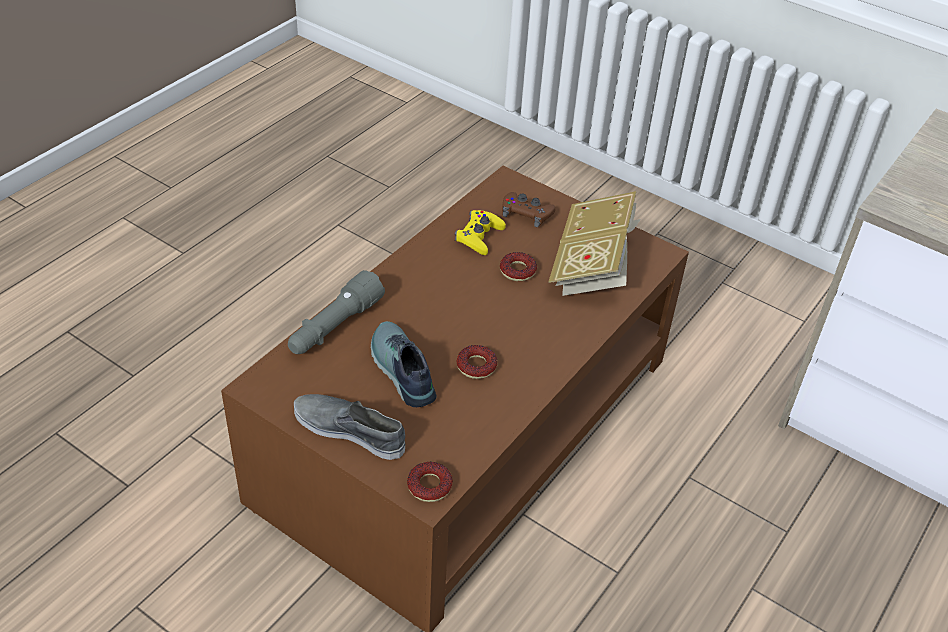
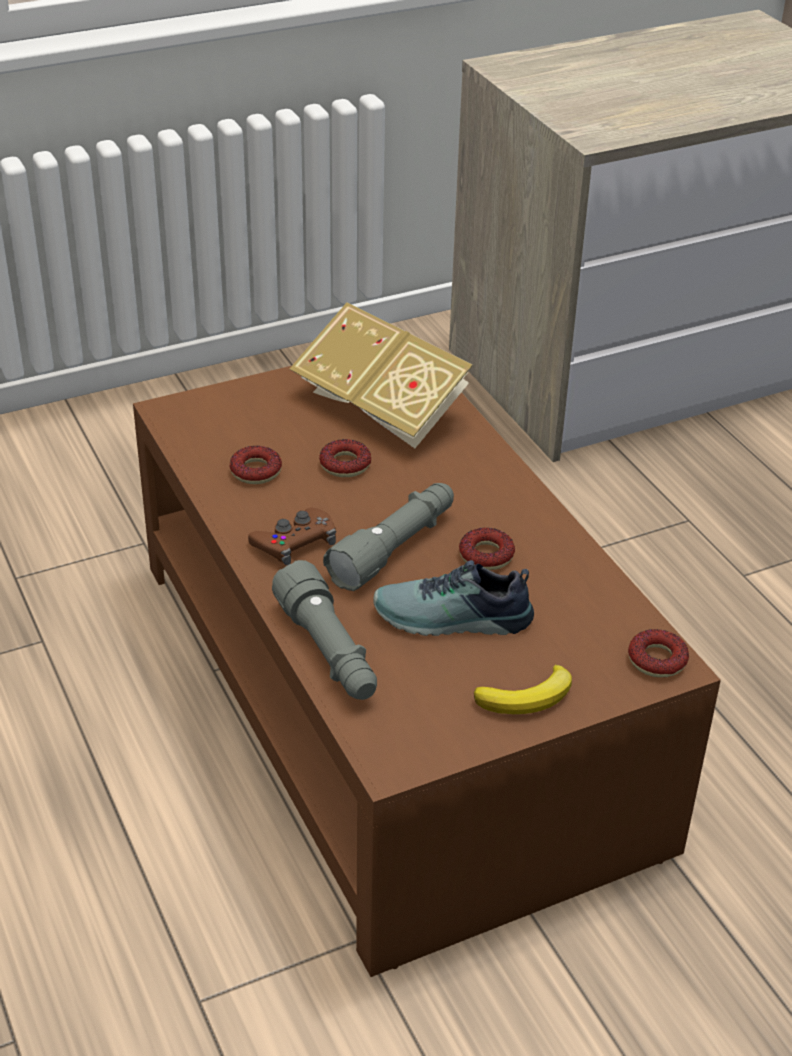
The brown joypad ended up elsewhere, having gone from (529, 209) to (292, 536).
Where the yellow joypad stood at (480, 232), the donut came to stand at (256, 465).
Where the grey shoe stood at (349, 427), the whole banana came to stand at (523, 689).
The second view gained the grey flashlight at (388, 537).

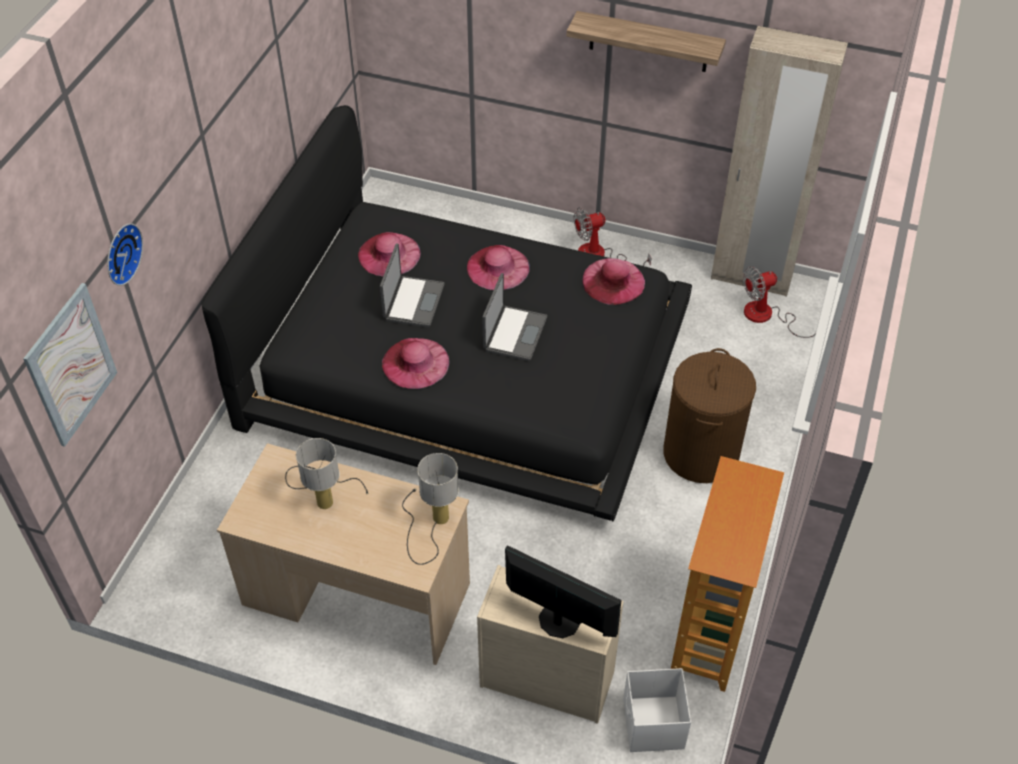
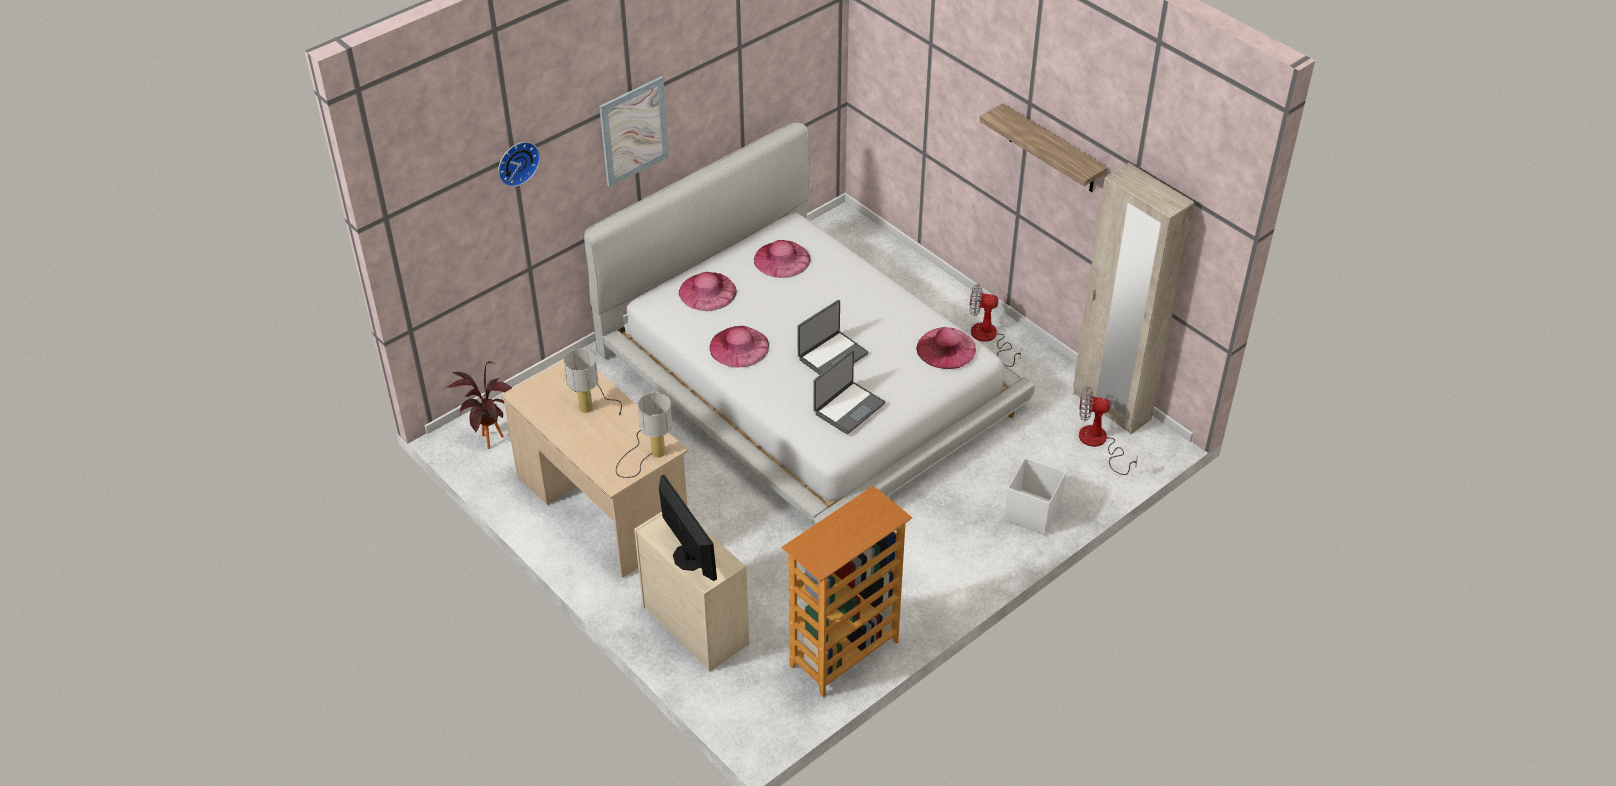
What was the blackish sleeping bed at (446, 313) turned into the white-coloured sleeping bed at (809, 324).
The laptop ended up elsewhere, having gone from (412, 285) to (849, 392).
The pink-coloured hat ended up elsewhere, having gone from (498, 267) to (708, 291).
The picture ended up elsewhere, having gone from (70, 365) to (634, 131).
The second view lost the brown hamper at (710, 415).
The white-coloured storage container ended up elsewhere, having gone from (657, 710) to (1035, 496).
The second view gained the potted plant at (479, 405).

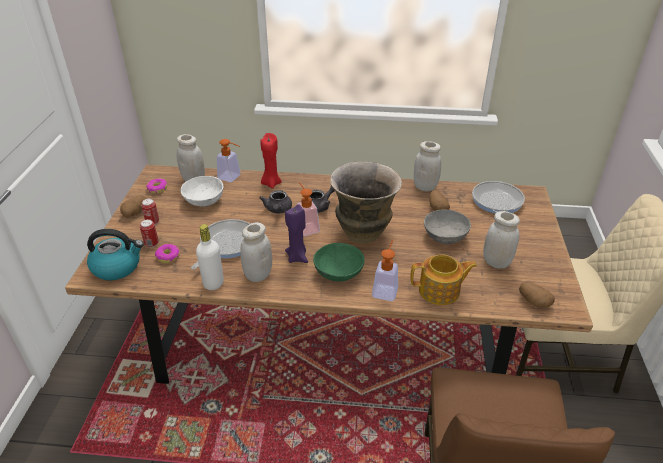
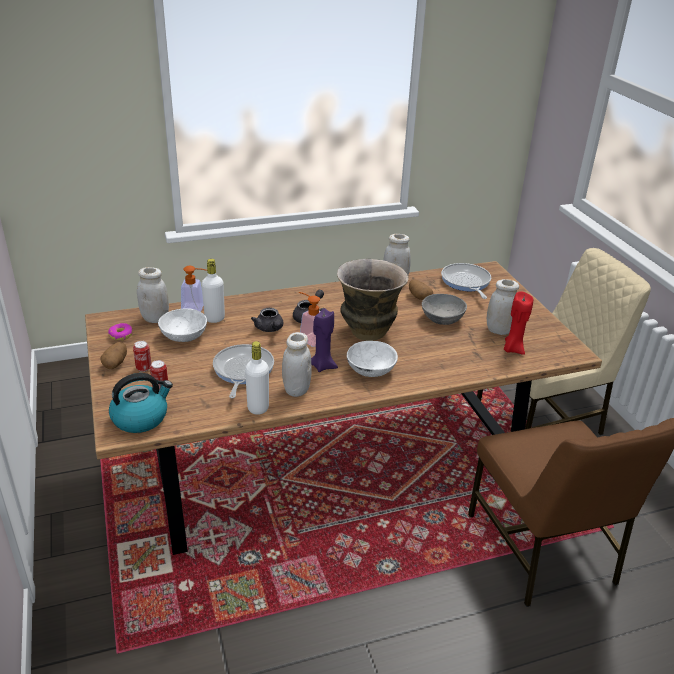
The red-coloured candle ended up elsewhere, having gone from (271, 161) to (518, 323).
The second view lost the liquid soap bottle at (385, 270).
What was the green serving bowl at (339, 262) turned into the white-coloured serving bowl at (372, 359).
The second view lost the donut at (167, 253).
The second view lost the teapot at (443, 279).
The second view lost the spud at (537, 295).
The second view gained the white-coloured beverage bottle at (213, 291).

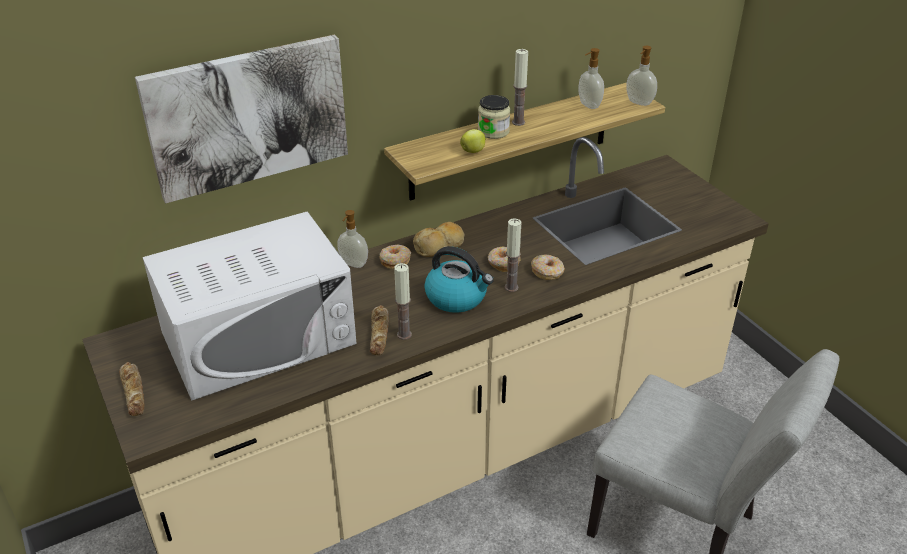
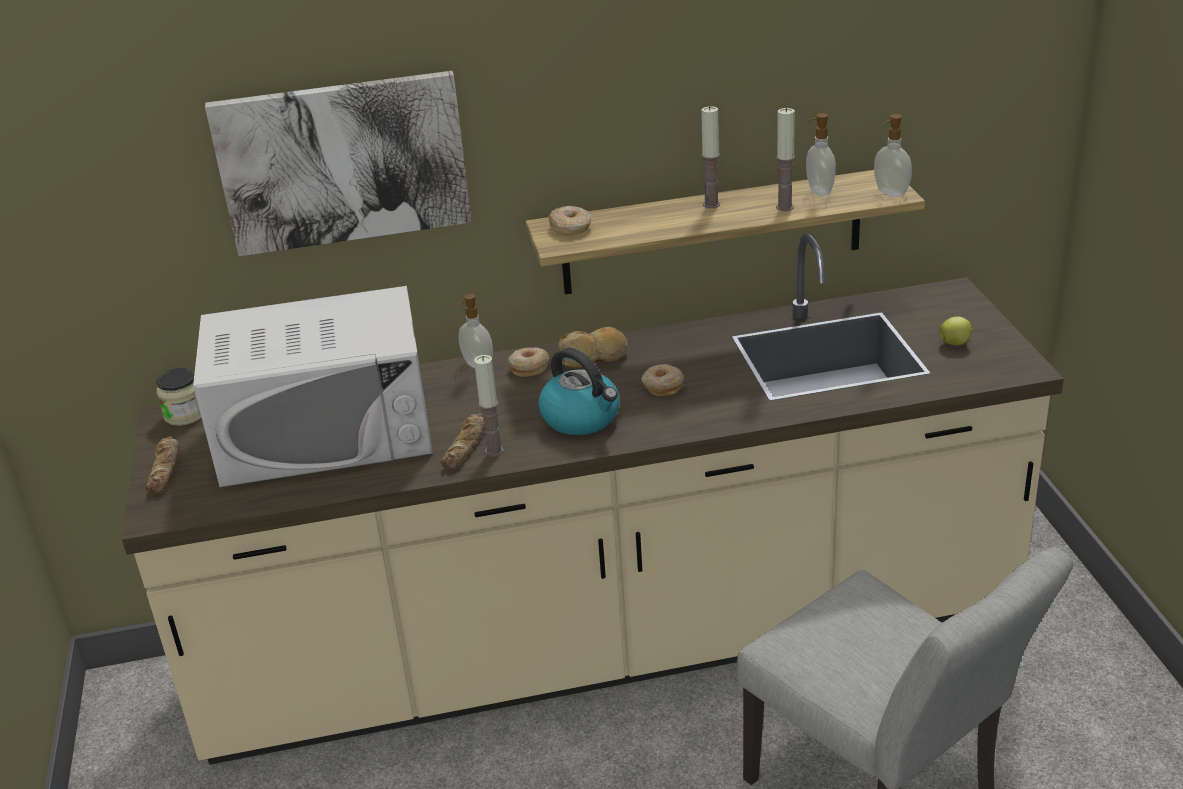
The storage jar ended up elsewhere, having gone from (494, 117) to (179, 397).
The apple ended up elsewhere, having gone from (473, 141) to (956, 331).
The candle ended up elsewhere, having gone from (513, 255) to (785, 159).
The donut ended up elsewhere, having gone from (548, 267) to (569, 220).

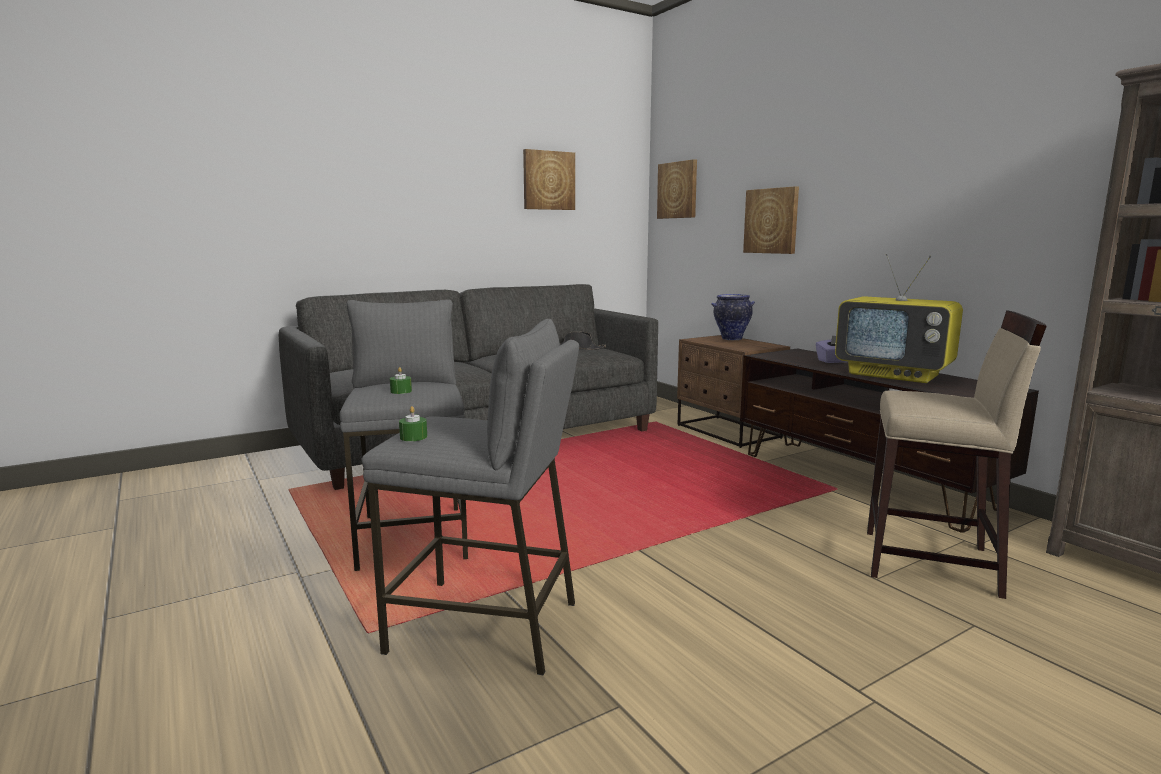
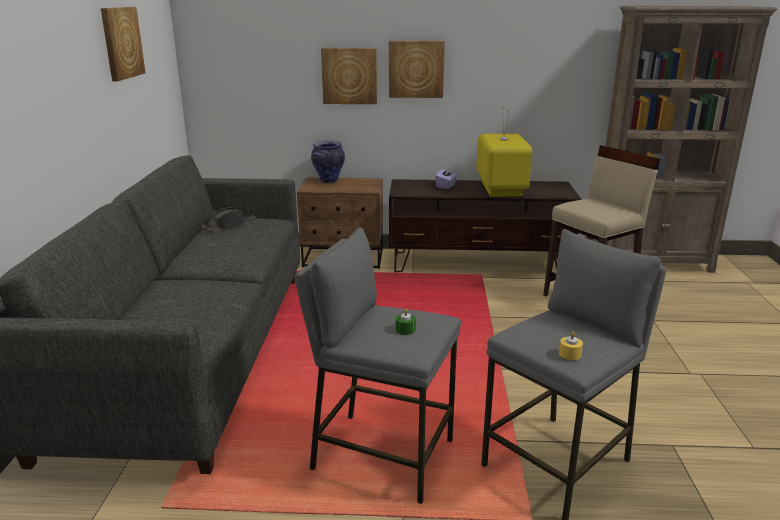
The picture ended up elsewhere, having gone from (677, 189) to (417, 69).
The TV set at (899, 318) ended up facing another way, 75 degrees counterclockwise from before.
What was the green candle at (413, 423) turned into the yellow candle at (571, 346).

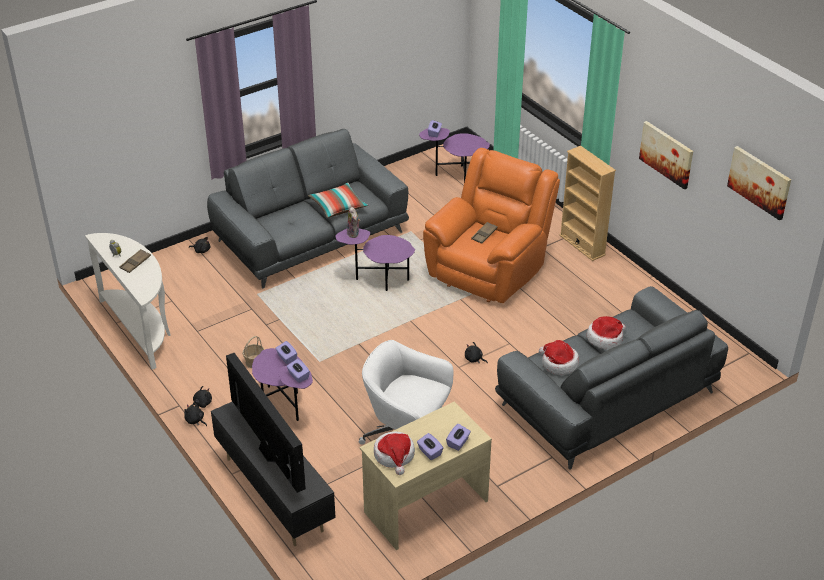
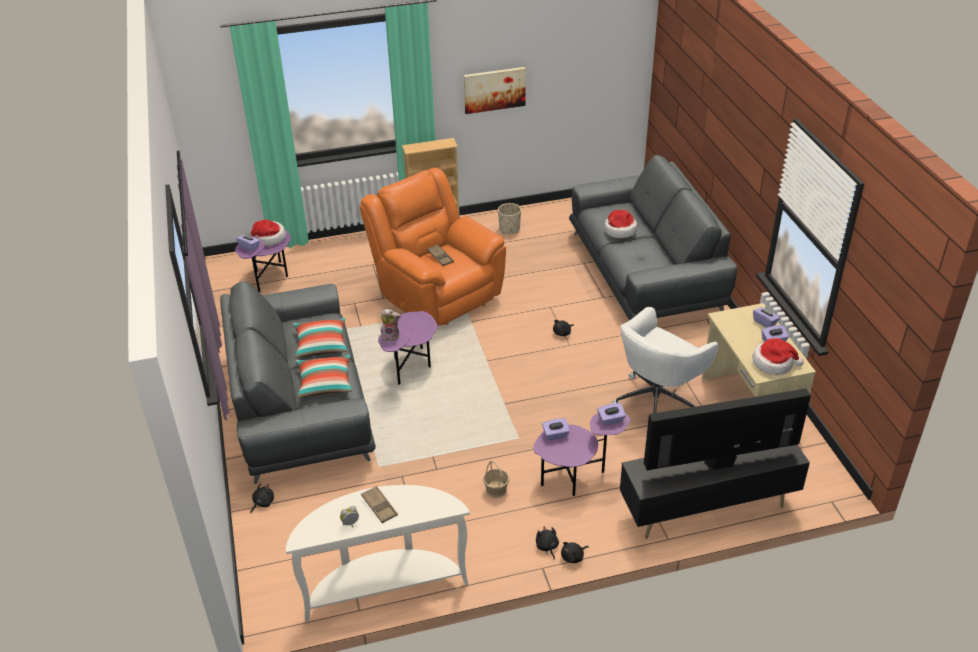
The second view lost the picture at (759, 183).
The hat ended up elsewhere, having gone from (559, 357) to (268, 232).
The second view gained the sand-coloured planter at (509, 218).
The second view gained the cushion at (324, 376).

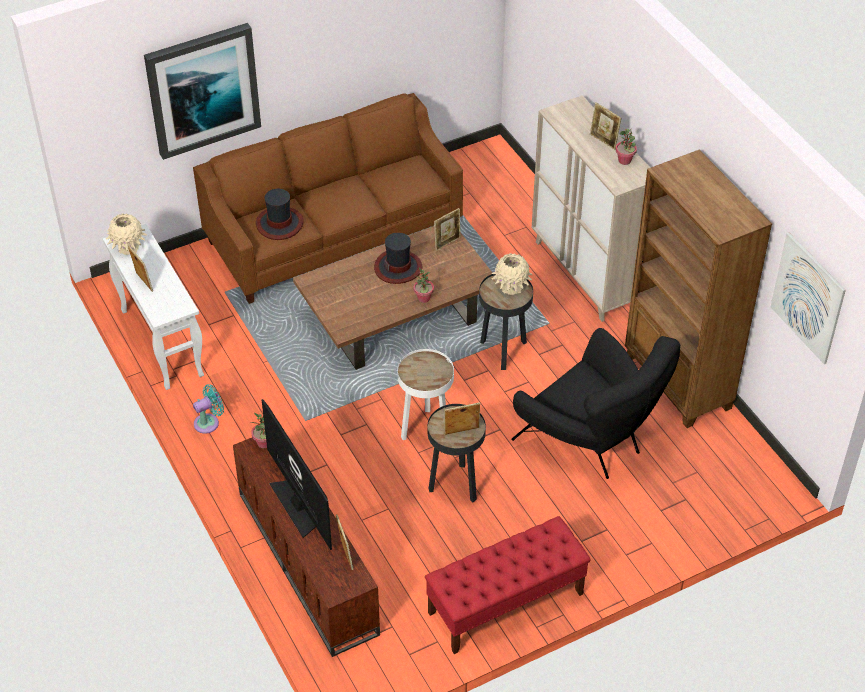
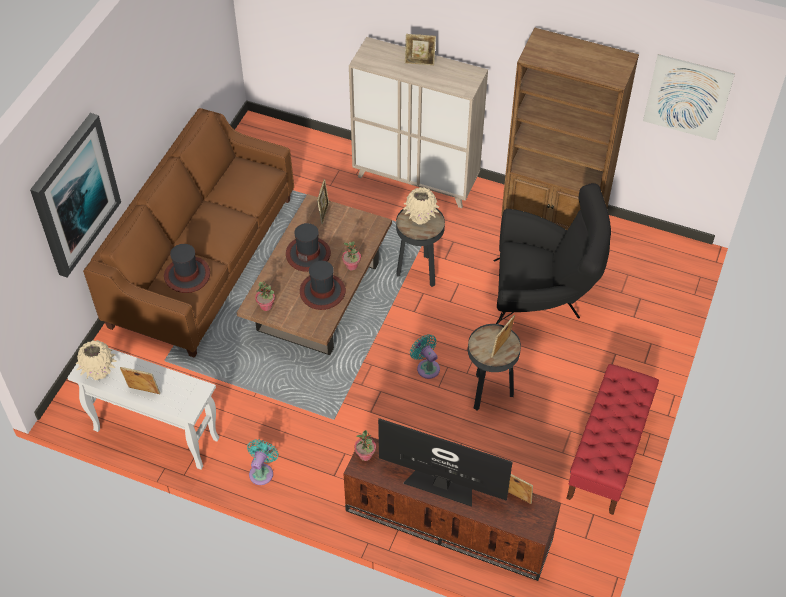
The potted plant ended up elsewhere, having gone from (626, 147) to (265, 296).
Where the white-coloured side table stood at (426, 394), the turquoise-coloured cooling fan came to stand at (425, 356).
The second view gained the hat at (323, 285).

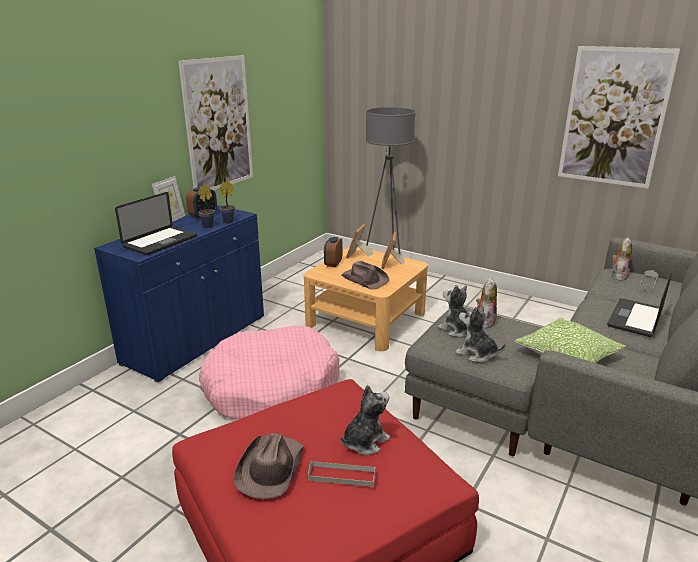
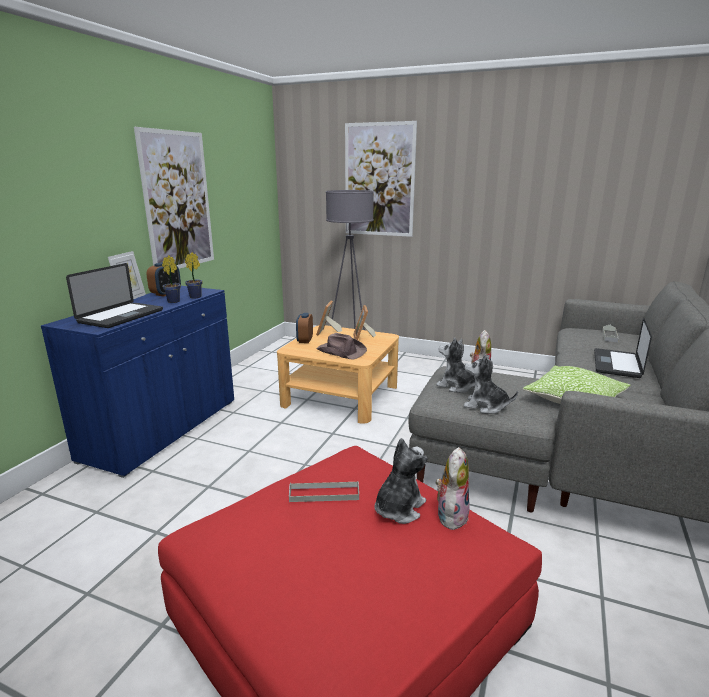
The picture ended up elsewhere, having gone from (619, 117) to (381, 179).
The soft toy ended up elsewhere, having gone from (622, 259) to (453, 489).
The second view lost the pink-coloured dog bed at (269, 372).
The second view lost the brown hat at (269, 466).
The grey tray ended up elsewhere, having gone from (342, 474) to (324, 491).

